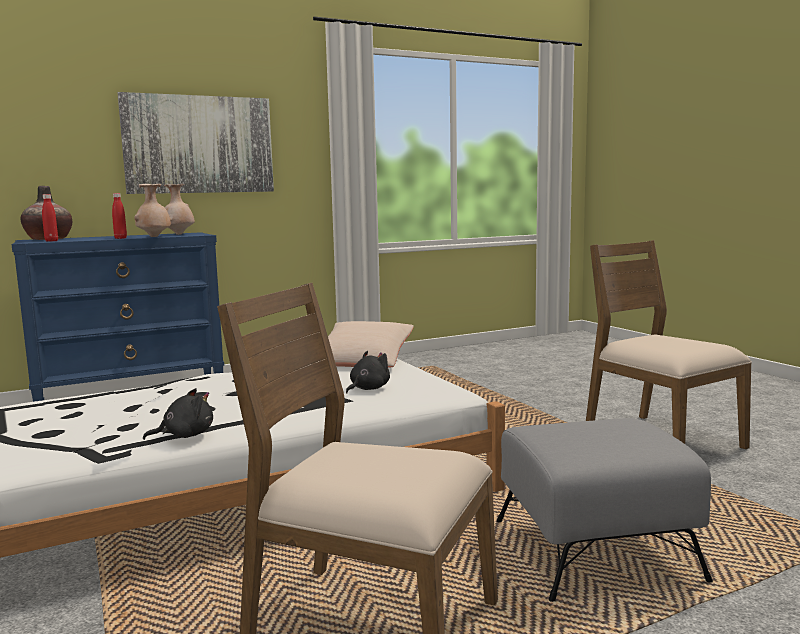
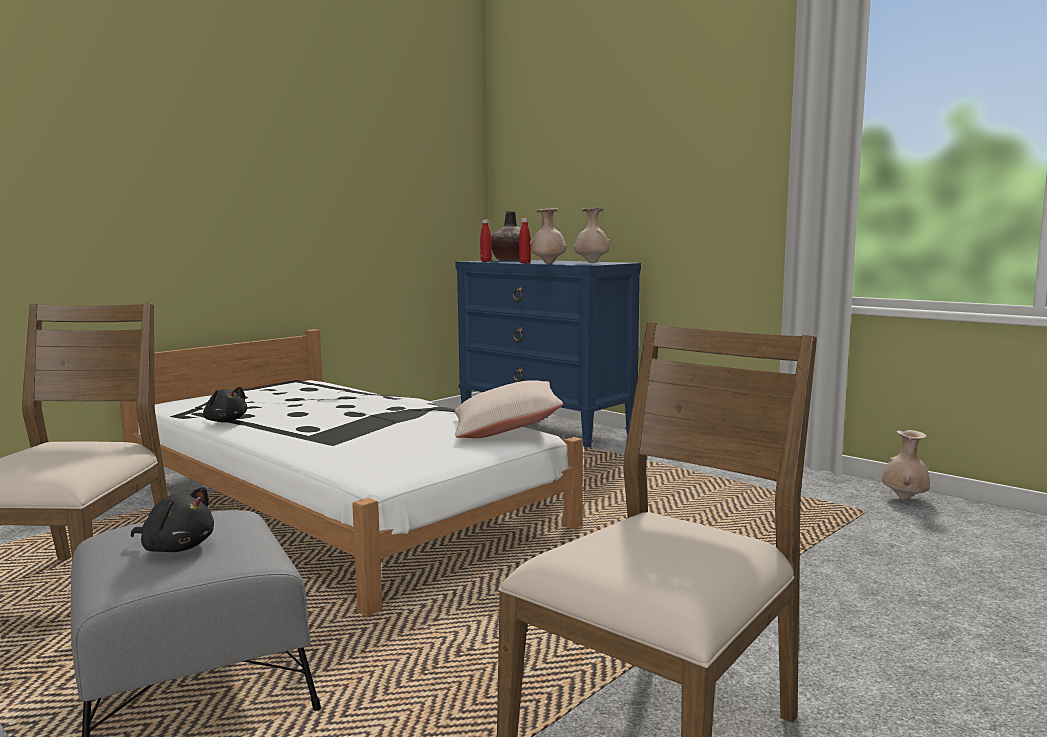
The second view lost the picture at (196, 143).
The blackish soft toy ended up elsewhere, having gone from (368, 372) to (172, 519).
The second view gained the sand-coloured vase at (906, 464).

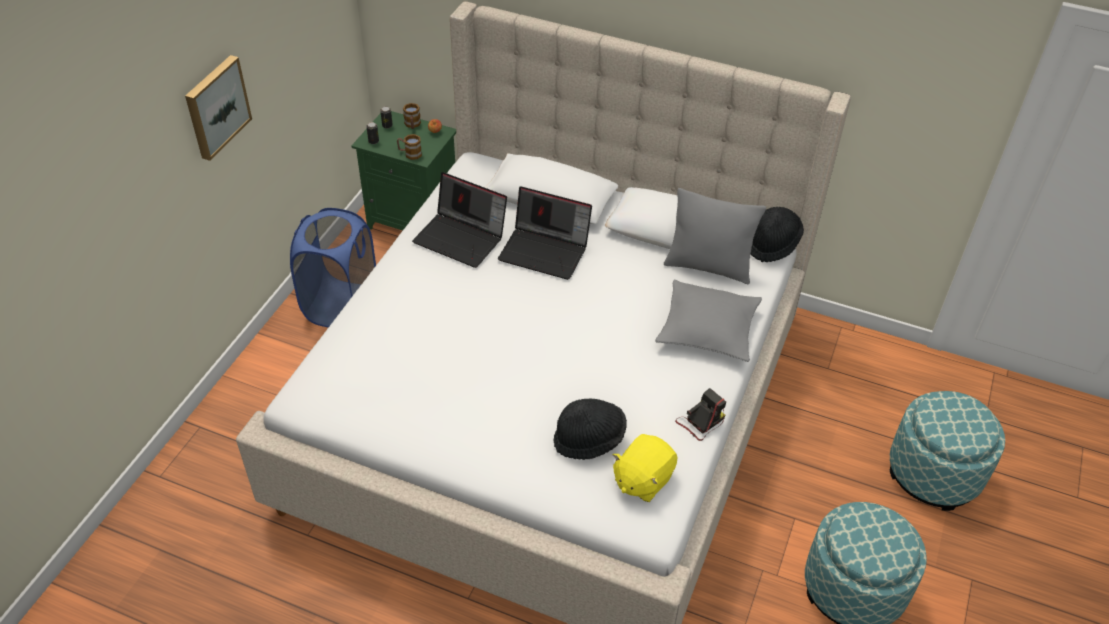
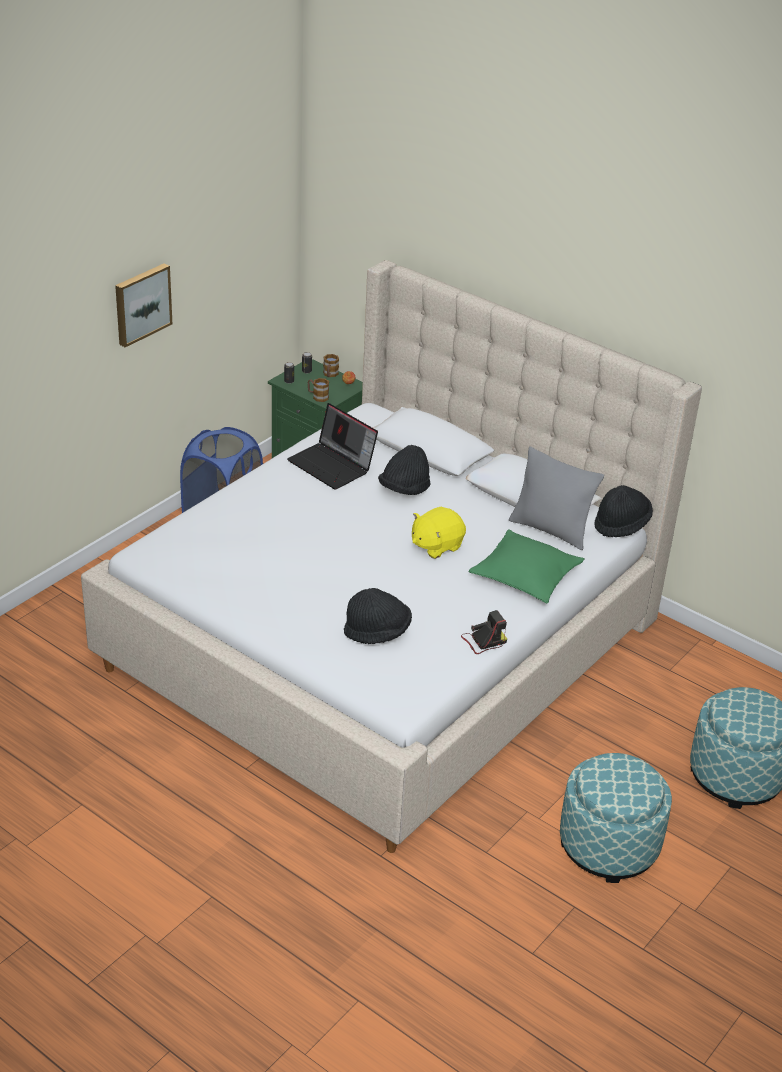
Where the laptop stood at (545, 233), the blackish hat came to stand at (404, 470).
What was the grey cushion at (708, 321) turned into the green cushion at (527, 567).
The yellow soft toy ended up elsewhere, having gone from (645, 468) to (439, 533).

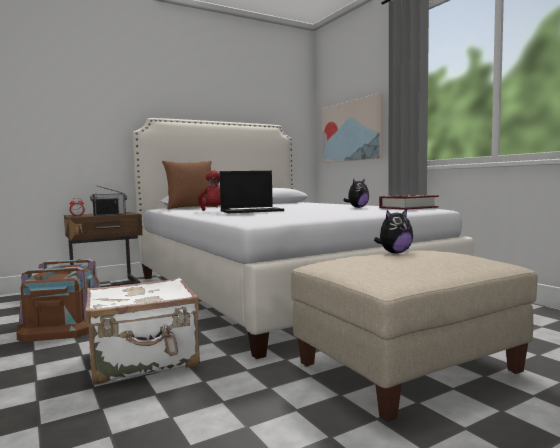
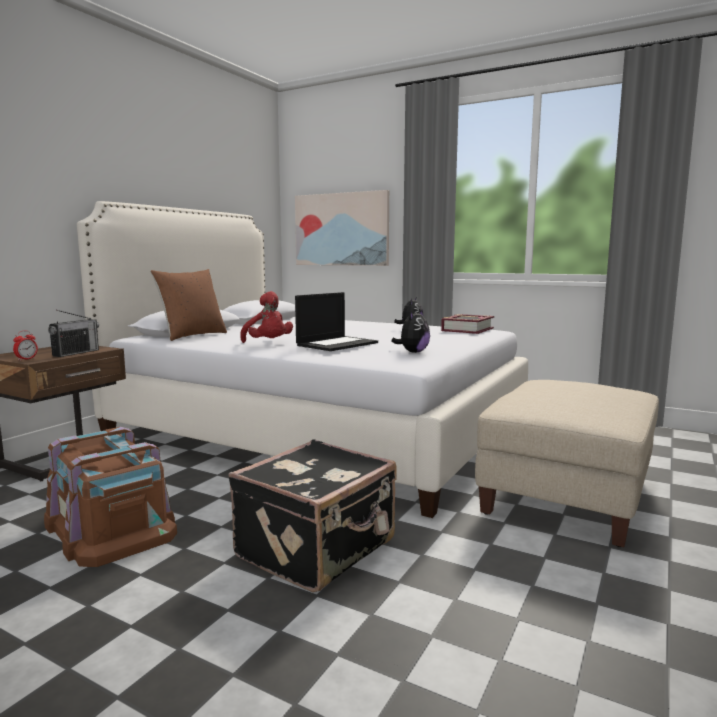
The soft toy ended up elsewhere, having gone from (393, 231) to (411, 331).
What was the white-coloured piece of luggage at (142, 331) turned into the blackish piece of luggage at (313, 515).

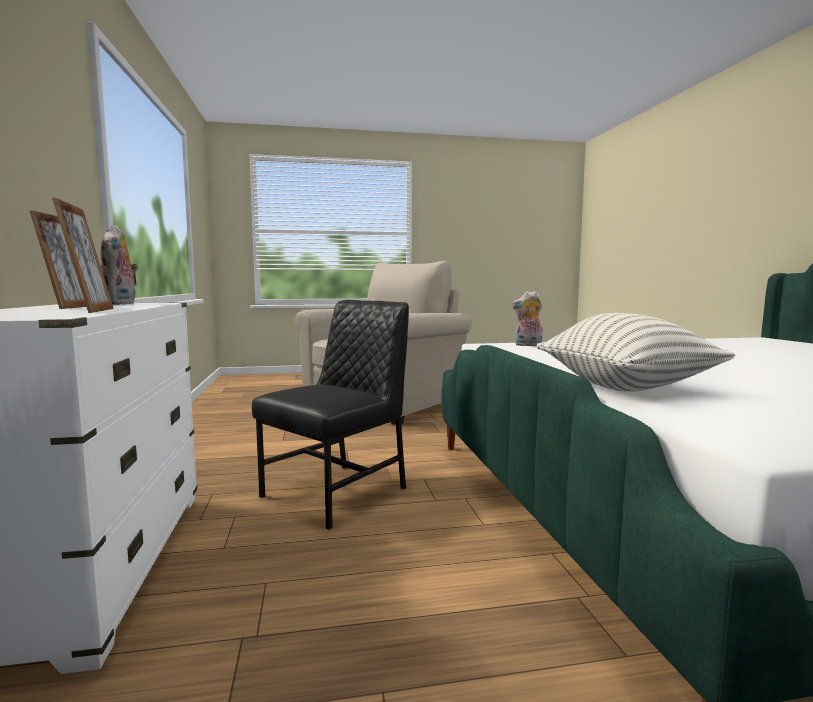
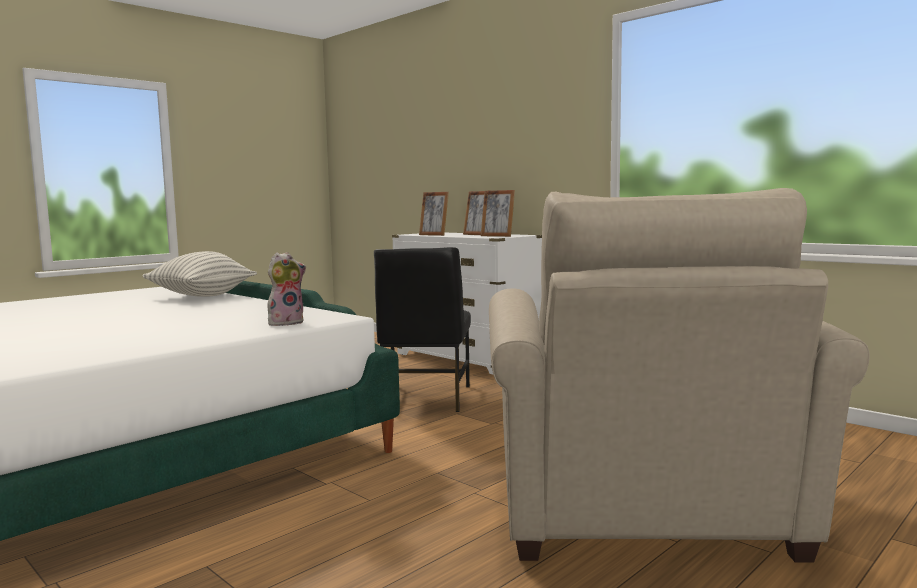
Where the soft toy stood at (119, 265), the photo frame came to stand at (498, 213).

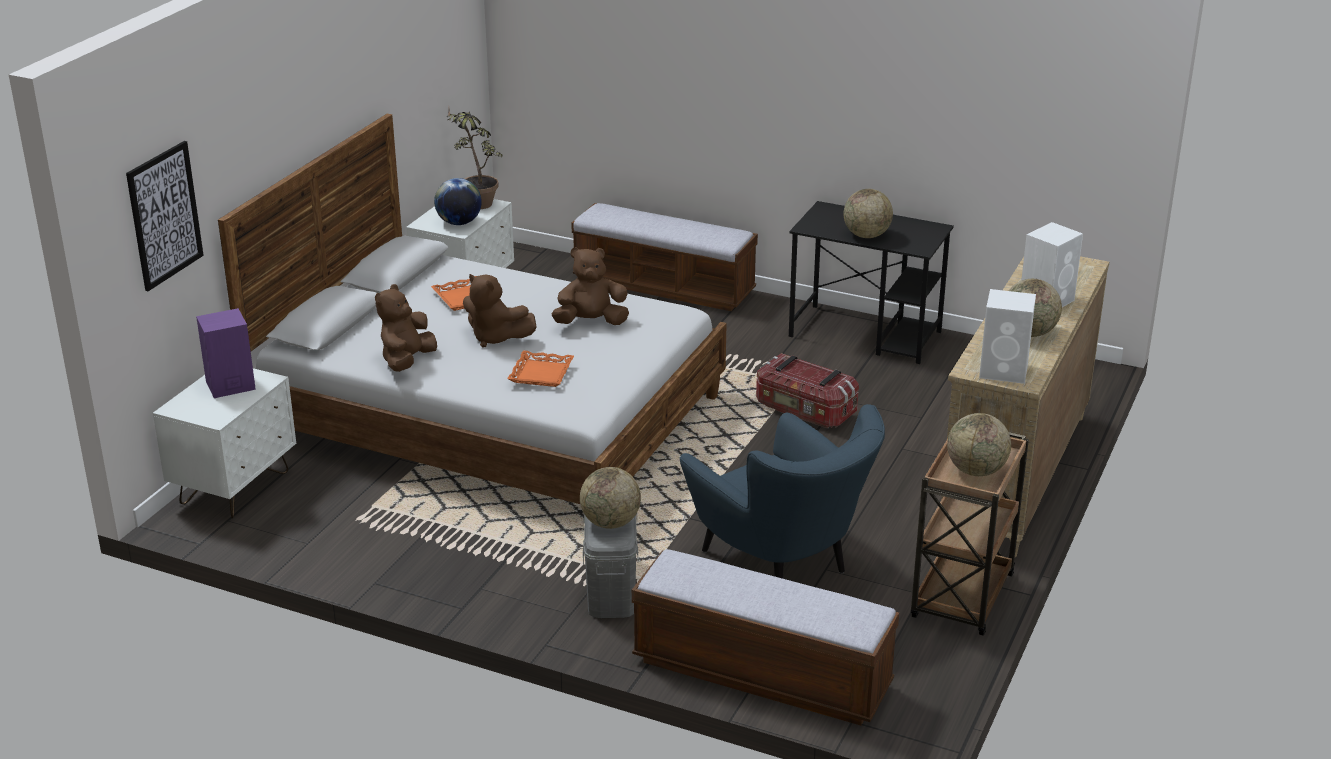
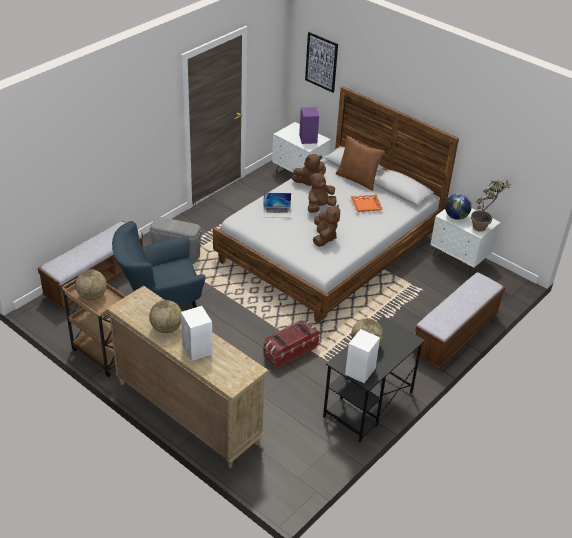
The brown soft toy at (406, 328) ended up facing another way, 120 degrees clockwise from before.
The white-coloured loudspeaker ended up elsewhere, having gone from (1007, 336) to (362, 356).
Where the orange tray stood at (540, 369), the laptop came to stand at (277, 205).
The second view lost the globe at (610, 498).
The second view gained the brown cushion at (360, 163).

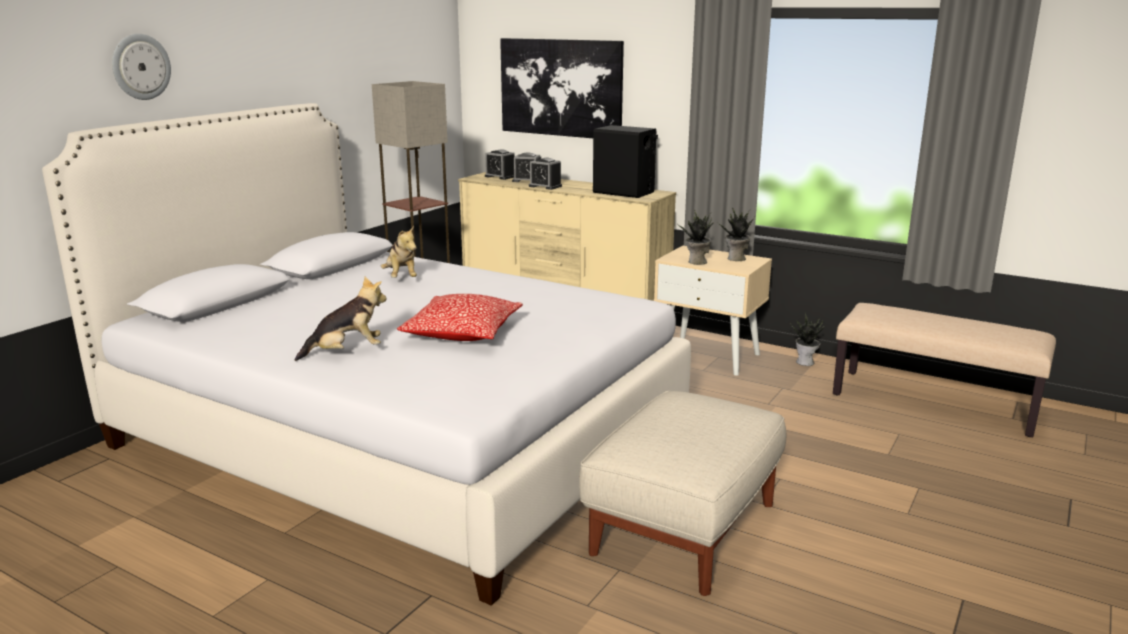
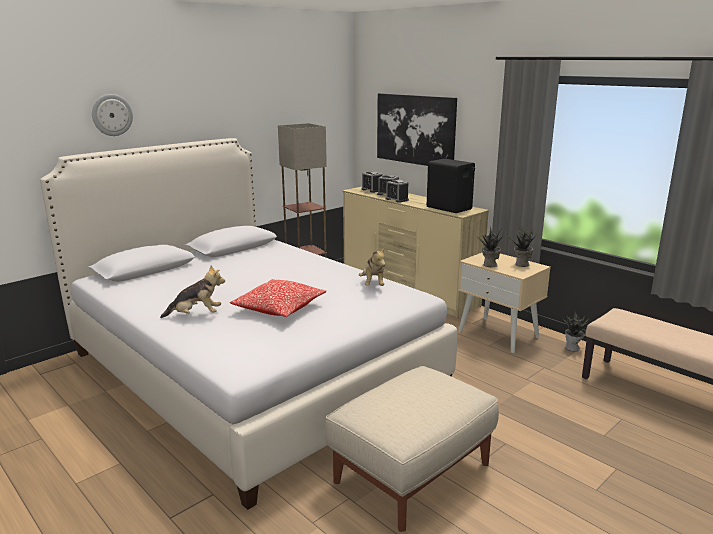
The soft toy ended up elsewhere, having gone from (399, 252) to (372, 266).

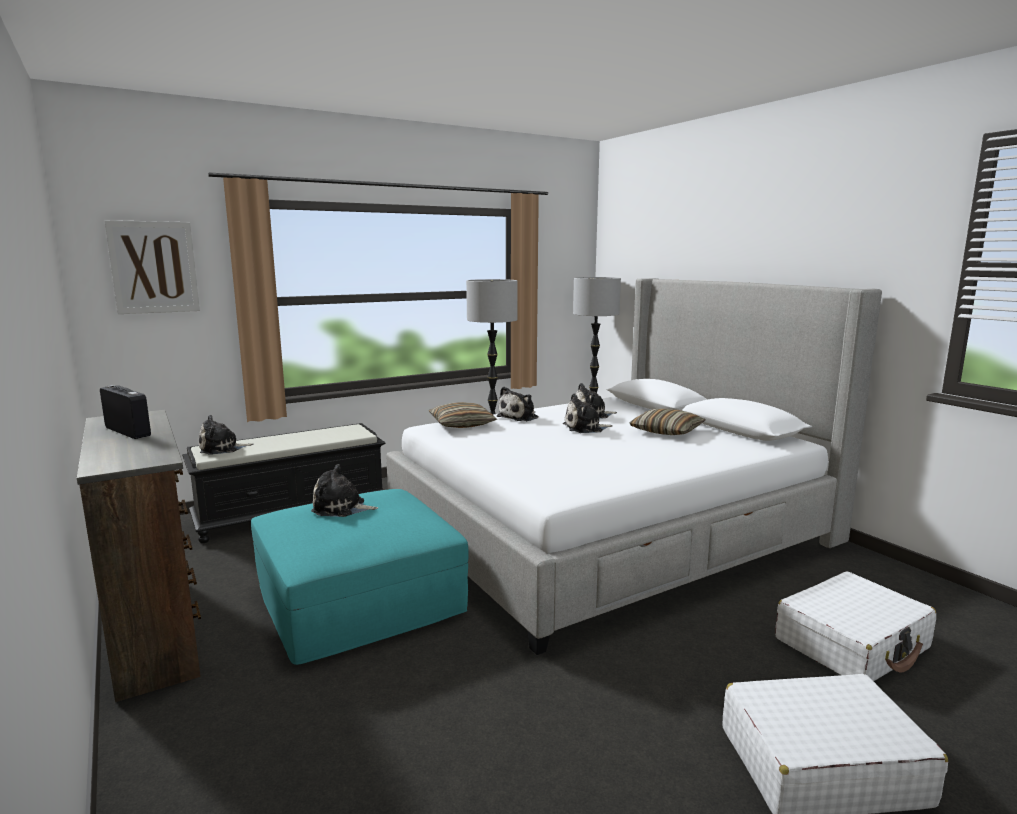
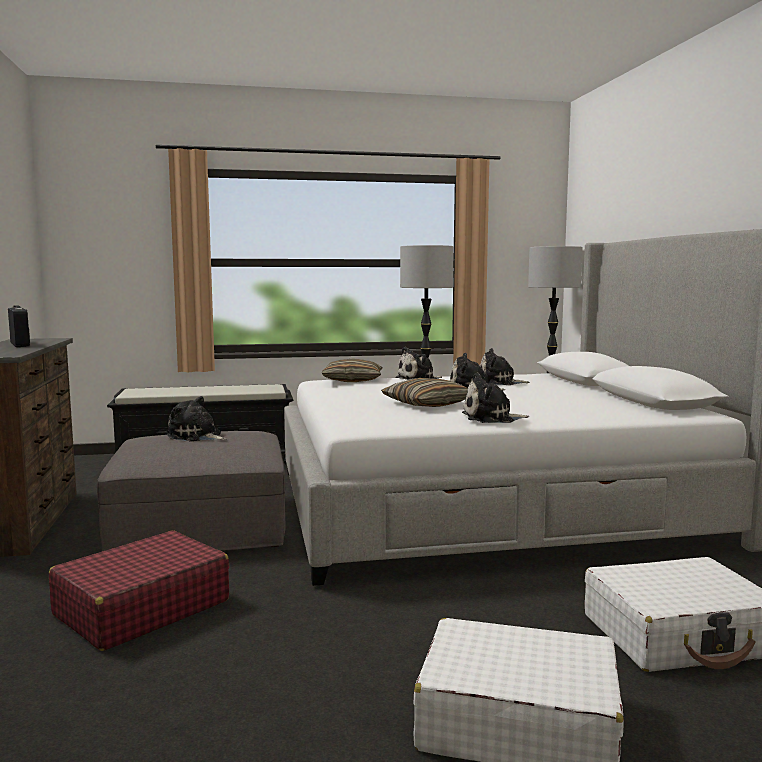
The second view lost the picture at (152, 267).
The cushion ended up elsewhere, having gone from (667, 421) to (424, 392).
The soft toy ended up elsewhere, having gone from (226, 435) to (496, 397).
What was the turquoise-coloured footrest at (359, 577) turned into the grey footrest at (191, 491).
The second view gained the red-coloured piece of luggage at (139, 590).

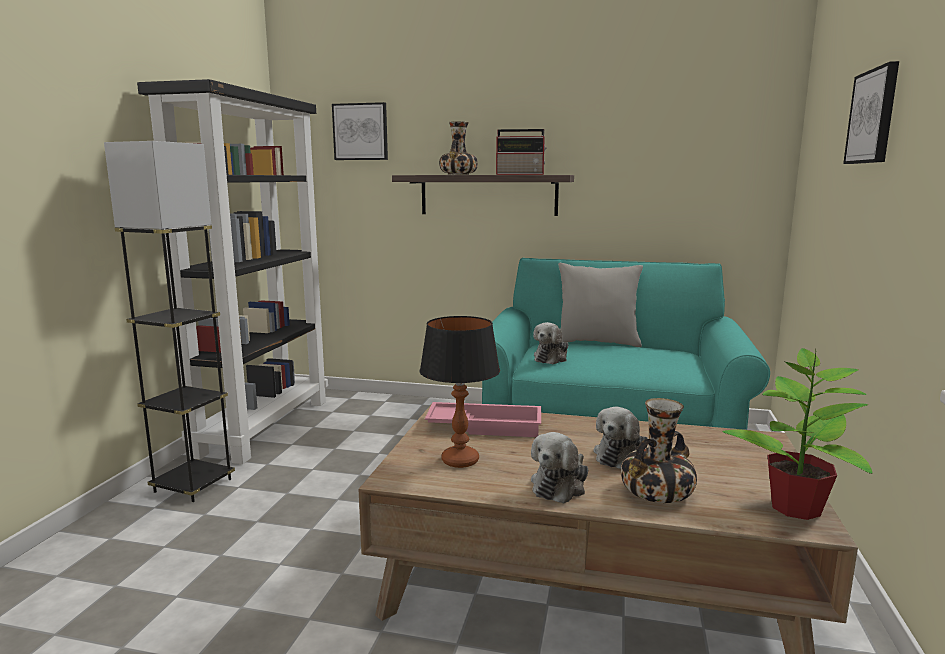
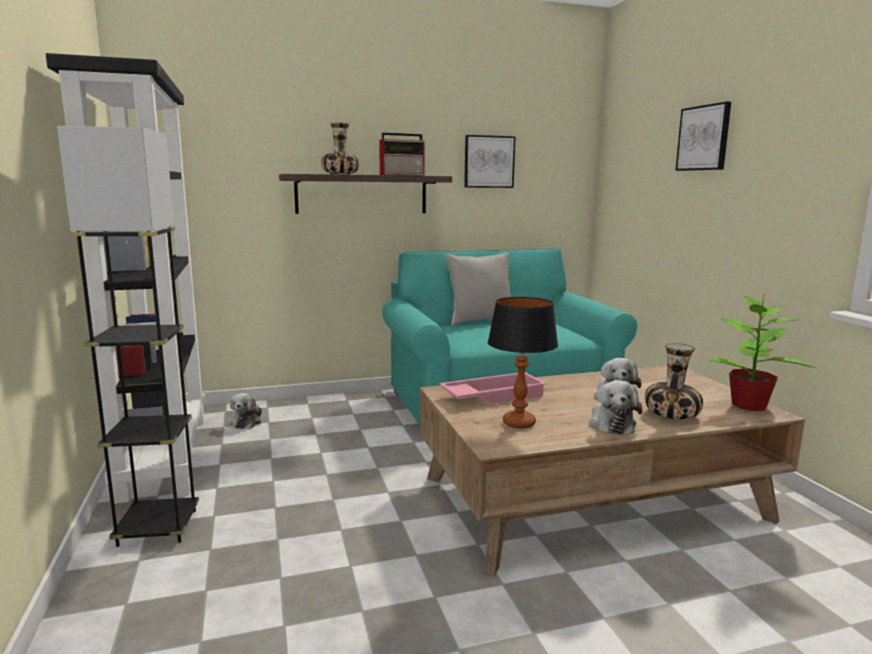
The picture ended up elsewhere, having gone from (360, 131) to (490, 161).
The soft toy ended up elsewhere, having gone from (550, 343) to (246, 411).

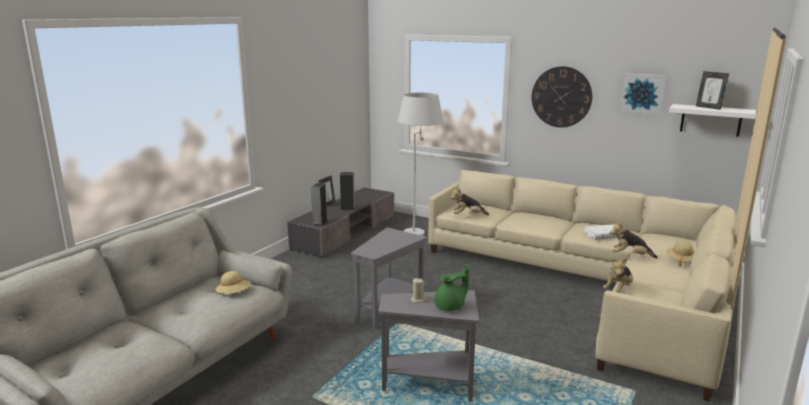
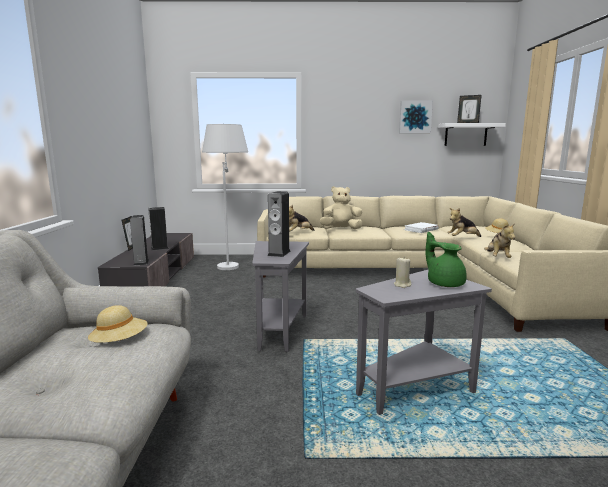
The second view lost the wall clock at (562, 97).
The green teapot at (452, 288) ended up facing another way, 60 degrees counterclockwise from before.
The second view gained the sand-coloured soft toy at (341, 207).
The second view gained the loudspeaker at (279, 224).

